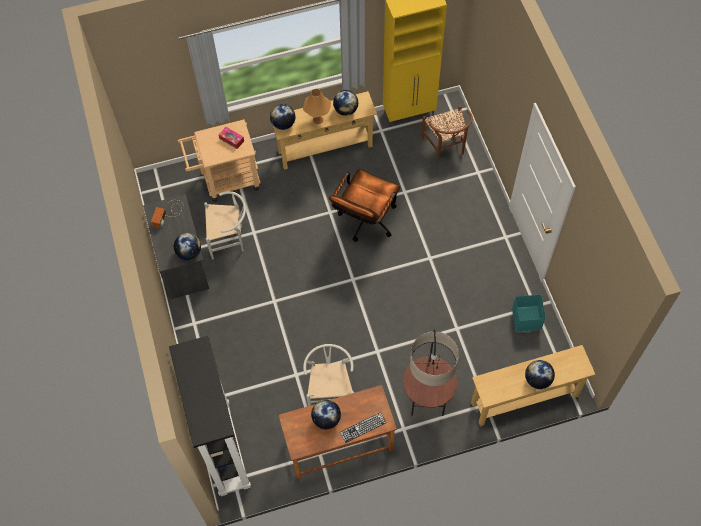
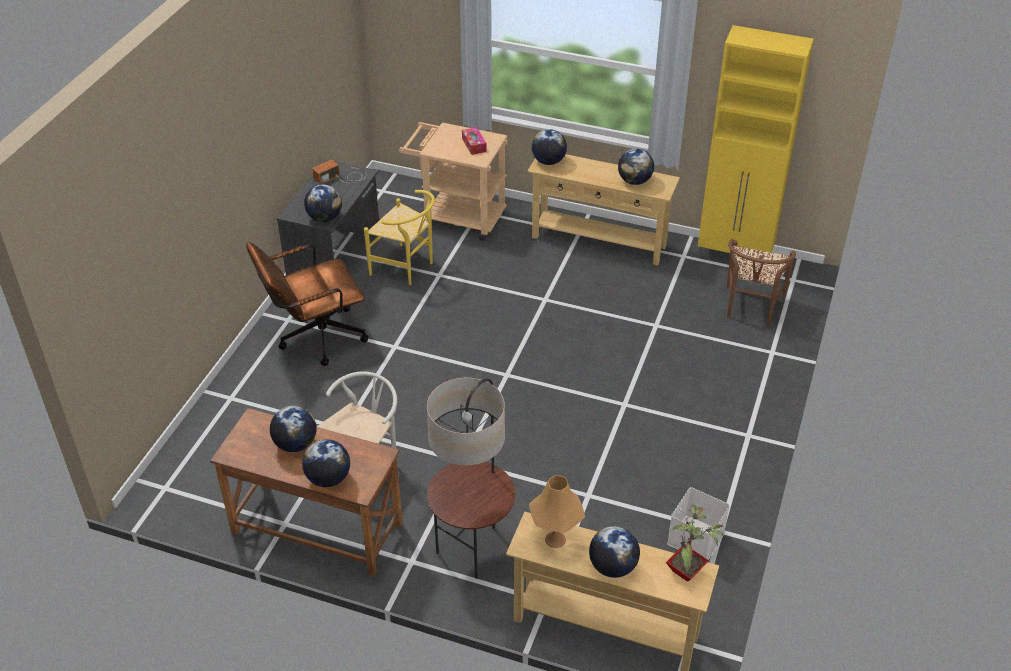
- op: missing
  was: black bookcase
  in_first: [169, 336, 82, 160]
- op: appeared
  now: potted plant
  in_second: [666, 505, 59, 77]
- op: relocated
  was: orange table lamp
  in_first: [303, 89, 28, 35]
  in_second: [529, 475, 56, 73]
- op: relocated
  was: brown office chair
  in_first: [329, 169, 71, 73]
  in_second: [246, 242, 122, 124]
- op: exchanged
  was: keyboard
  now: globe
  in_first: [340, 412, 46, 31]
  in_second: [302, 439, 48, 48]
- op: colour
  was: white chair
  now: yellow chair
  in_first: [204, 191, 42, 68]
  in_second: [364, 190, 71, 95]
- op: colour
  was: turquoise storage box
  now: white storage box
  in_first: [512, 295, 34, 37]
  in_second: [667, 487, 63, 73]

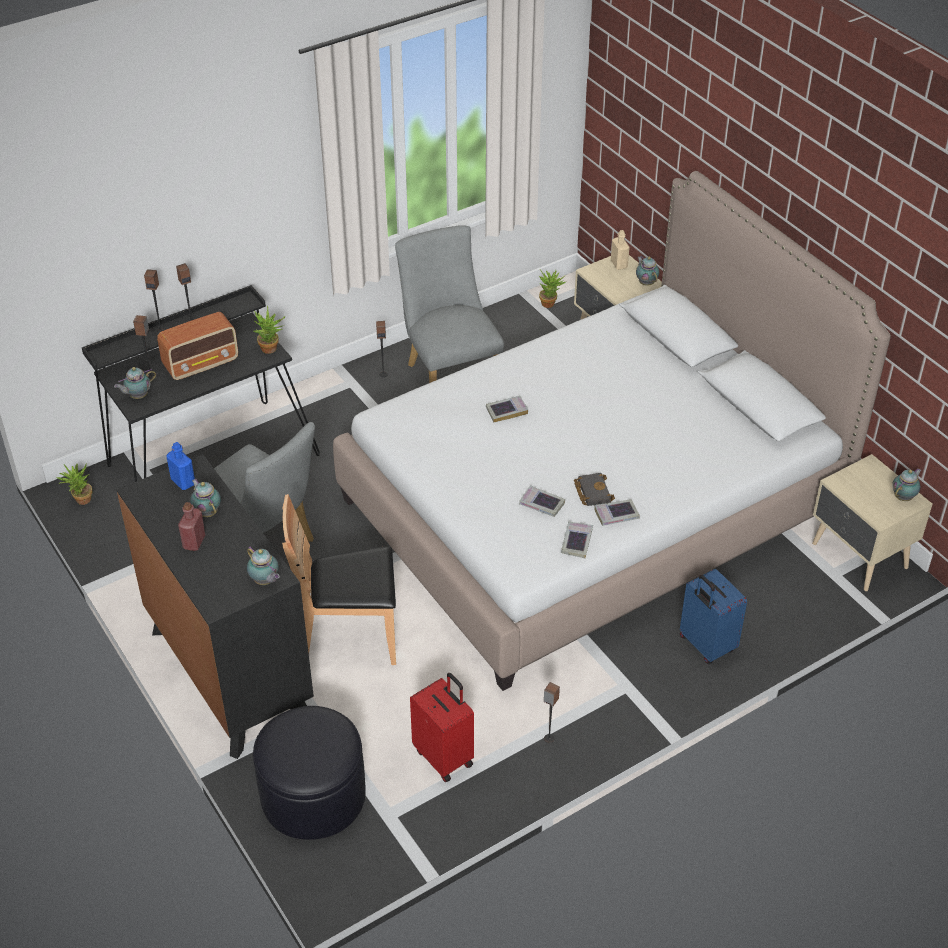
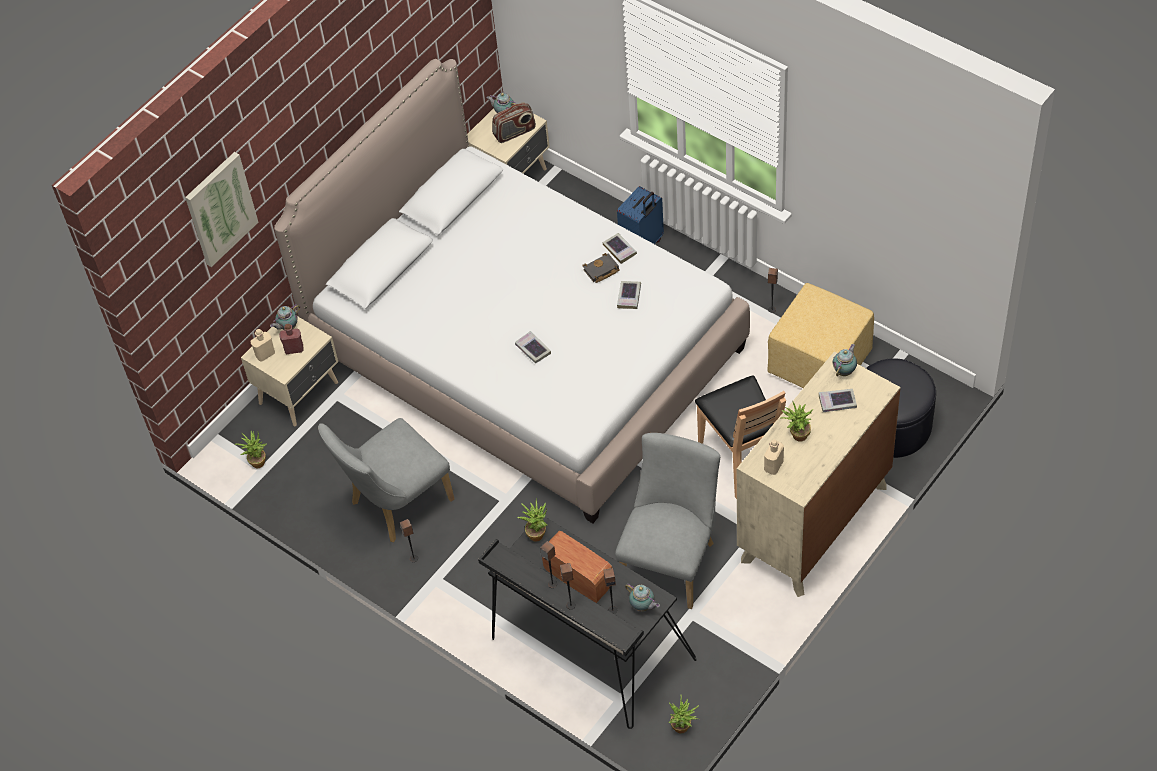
- op: appeared
  now: picture
  in_second: [185, 152, 74, 115]
- op: appeared
  now: radio
  in_second: [492, 102, 44, 41]
- op: relocated
  was: red bottle
  in_first: [178, 502, 27, 49]
  in_second: [279, 324, 25, 30]
- op: relocated
  was: book
  in_first: [561, 522, 32, 36]
  in_second: [819, 389, 38, 23]
- op: exchanged
  was: teapot
  now: potted plant
  in_first: [190, 478, 31, 39]
  in_second: [781, 400, 32, 42]
- op: exchanged
  was: red suitcase
  now: yellow ottoman
  in_first: [410, 673, 64, 109]
  in_second: [768, 283, 106, 105]
- op: colour
  was: black dresser
  now: beige dresser
  in_first: [117, 454, 197, 305]
  in_second: [737, 351, 164, 246]
- op: colour
  was: blue bottle
  now: beige bottle
  in_first: [166, 442, 29, 48]
  in_second: [764, 439, 20, 36]

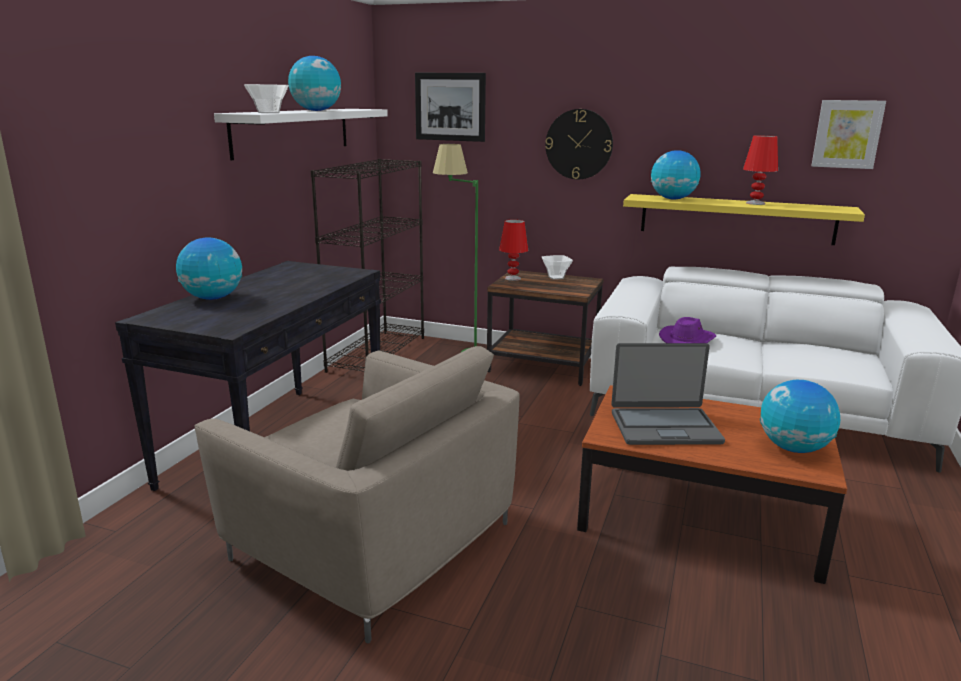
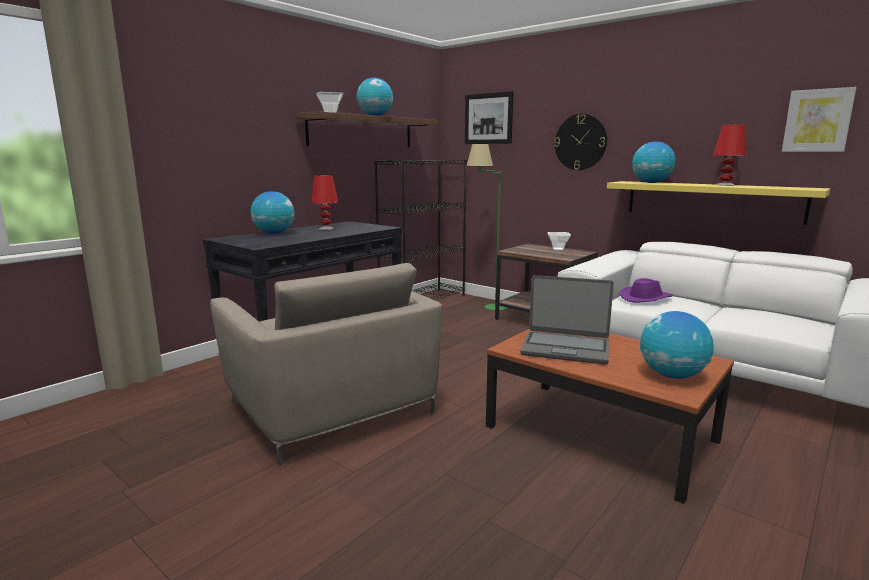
- op: relocated
  was: red table lamp
  in_first: [499, 219, 29, 62]
  in_second: [311, 175, 27, 55]
- op: colour
  was: white shelf
  now: brown shelf
  in_first: [214, 109, 174, 51]
  in_second: [295, 111, 143, 36]

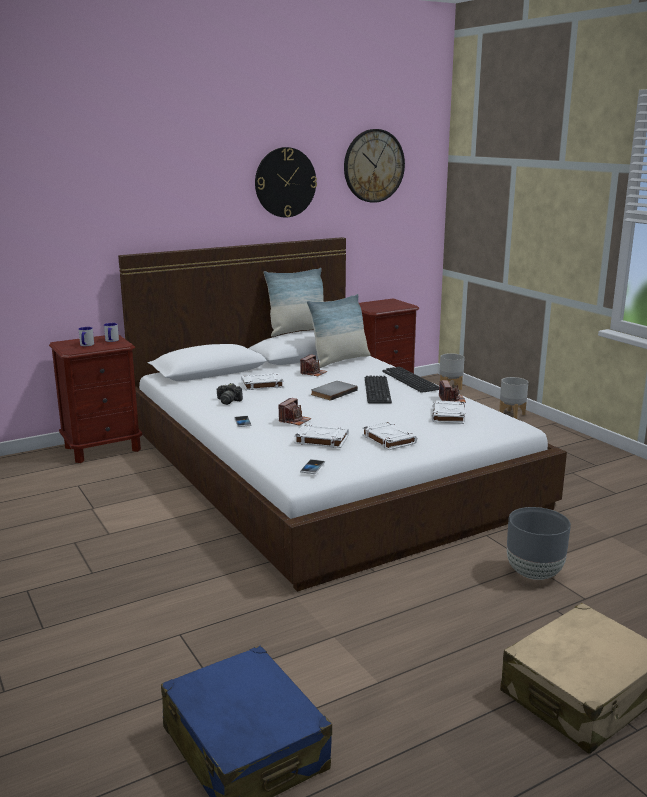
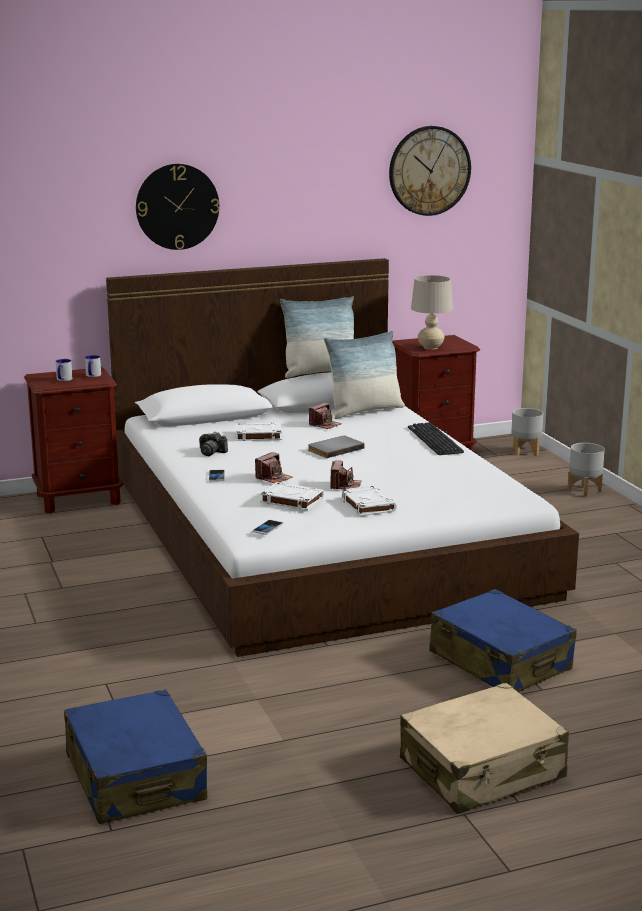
- op: missing
  was: keyboard
  in_first: [365, 376, 27, 27]
- op: missing
  was: white book
  in_first: [432, 400, 33, 24]
- op: appeared
  now: beige table lamp
  in_second: [411, 275, 42, 75]
- op: relocated
  was: wall clock
  in_first: [255, 147, 62, 71]
  in_second: [136, 164, 83, 86]
- op: relocated
  was: photo camera
  in_first: [439, 380, 27, 23]
  in_second: [331, 460, 30, 30]
- op: exchanged
  was: grey planter
  now: blue suitcase
  in_first: [507, 507, 64, 73]
  in_second: [429, 589, 148, 103]

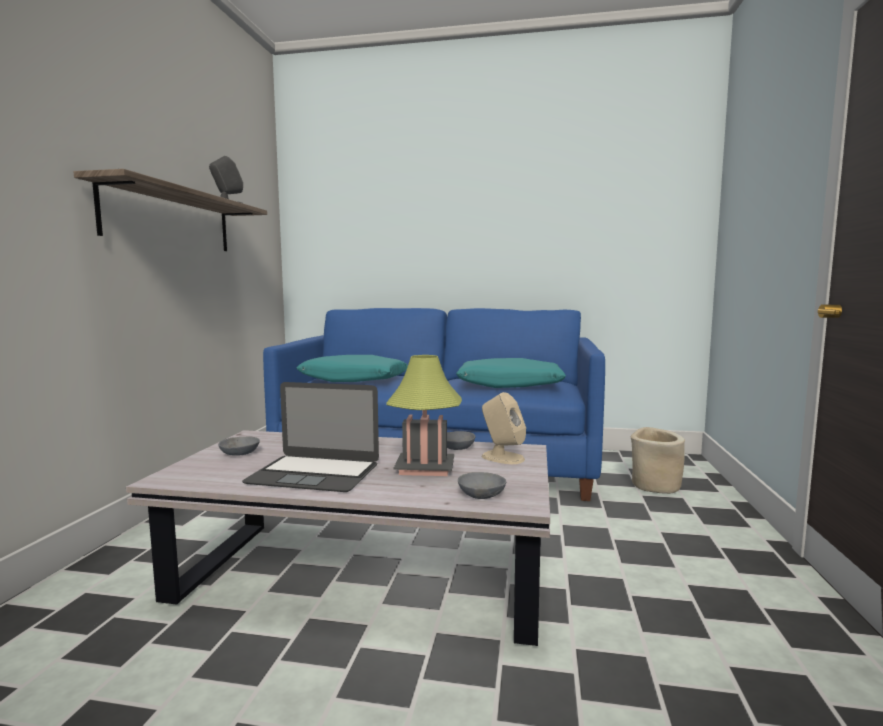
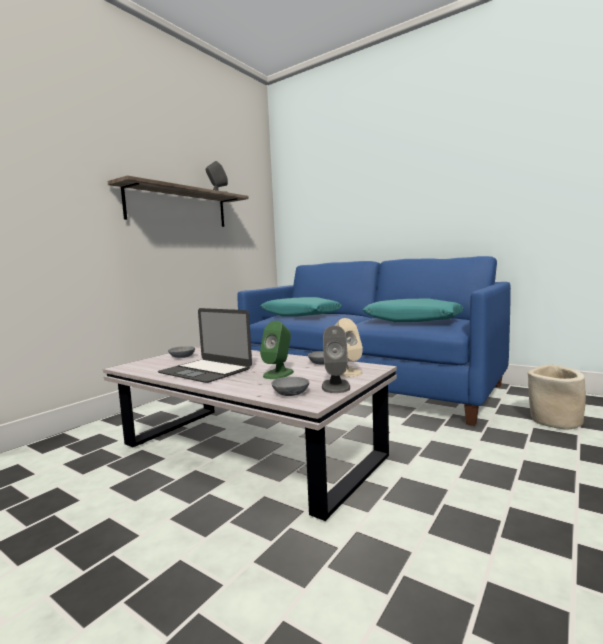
- op: appeared
  now: grey speaker
  in_second: [322, 326, 28, 67]
- op: exchanged
  was: table lamp
  now: green speaker
  in_first: [386, 355, 76, 121]
  in_second: [260, 321, 34, 58]

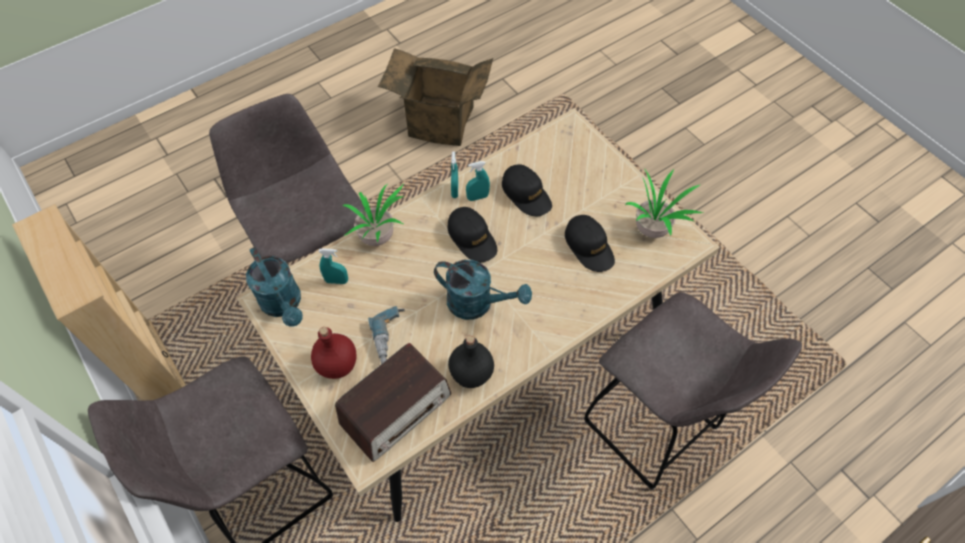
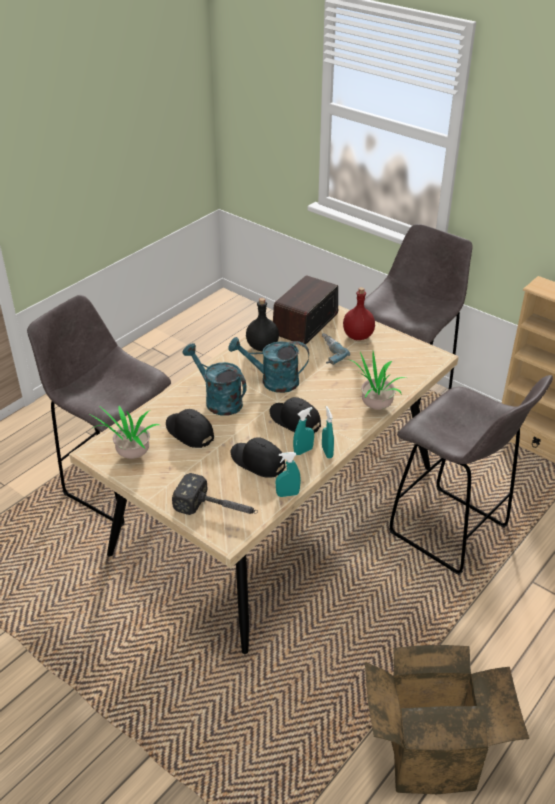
- op: appeared
  now: hammer
  in_second: [172, 473, 86, 42]
- op: relocated
  was: turquoise watering can
  in_first: [246, 247, 57, 80]
  in_second: [183, 343, 64, 73]
- op: relocated
  was: turquoise spray bottle
  in_first: [318, 248, 30, 36]
  in_second: [276, 452, 25, 45]

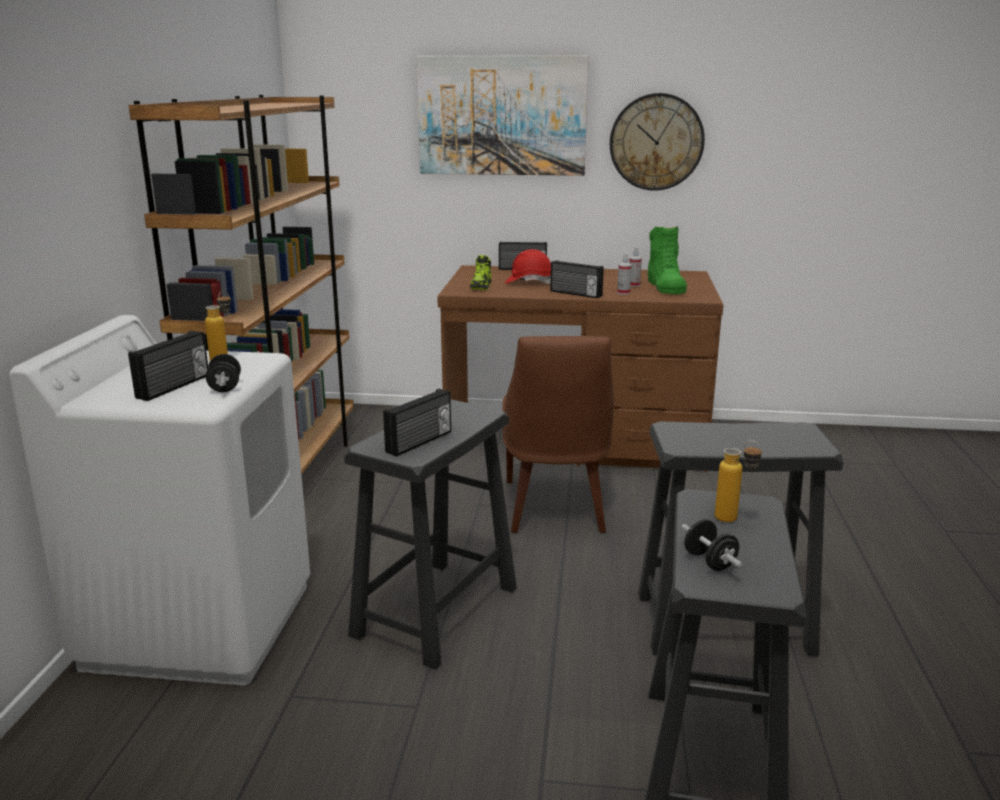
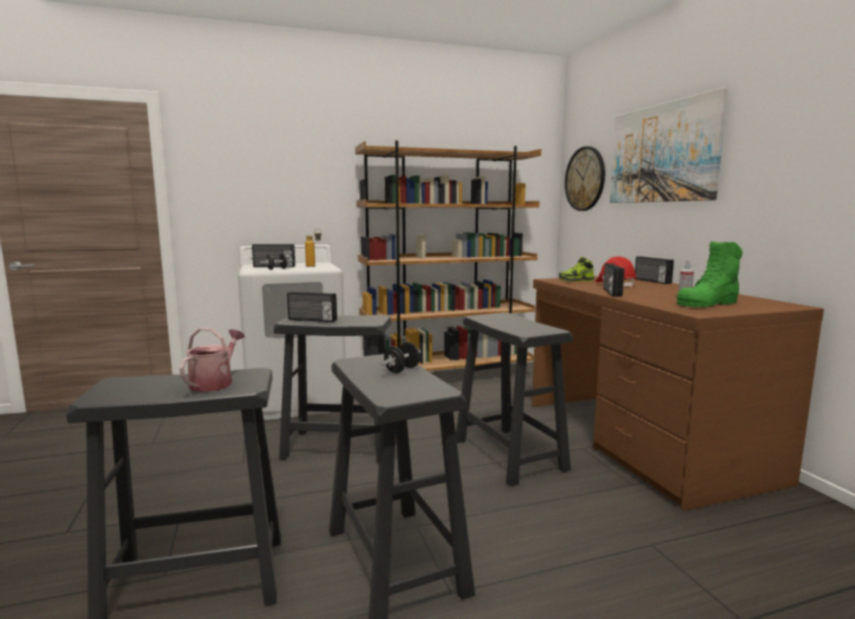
- op: missing
  was: spray bottle
  in_first: [617, 253, 15, 42]
- op: relocated
  was: wall clock
  in_first: [610, 93, 95, 98]
  in_second: [565, 146, 40, 65]
- op: relocated
  was: black dumbbell
  in_first: [682, 519, 61, 52]
  in_second: [380, 342, 41, 31]
- op: exchanged
  was: brown chair
  now: black stool
  in_first: [502, 336, 112, 197]
  in_second: [456, 313, 117, 173]
- op: exchanged
  was: bottle
  now: watering can
  in_first: [715, 441, 48, 81]
  in_second: [179, 328, 66, 64]

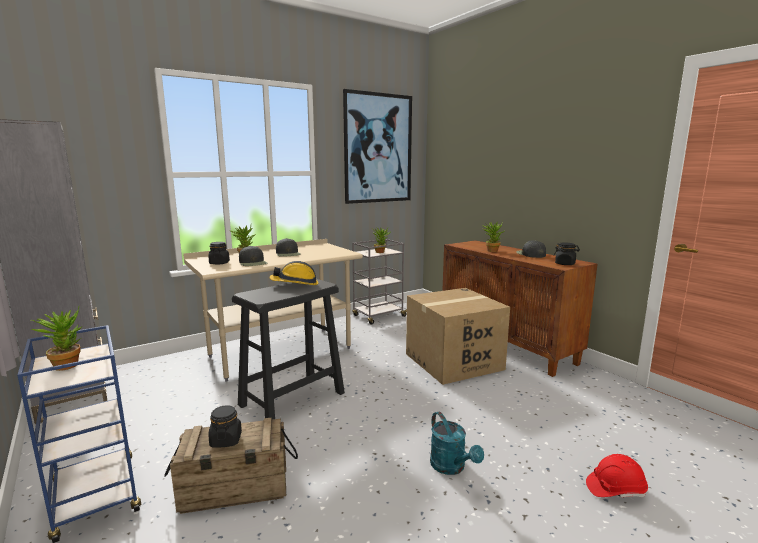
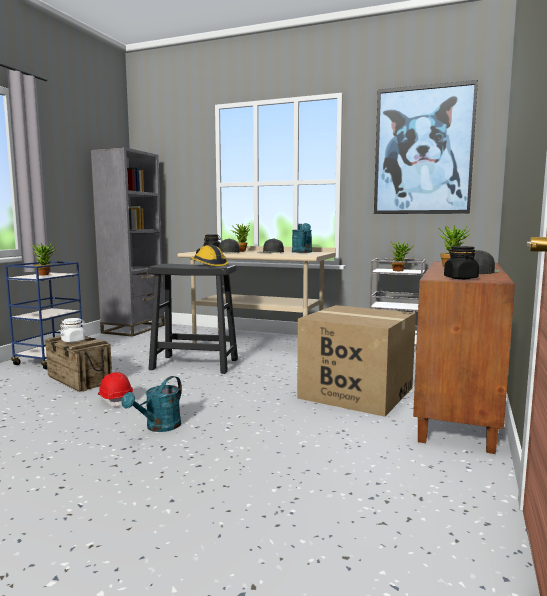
- op: appeared
  now: turquoise watering can
  in_second: [292, 223, 20, 30]
- op: relocated
  was: red hard hat
  in_first: [586, 454, 62, 44]
  in_second: [98, 372, 35, 35]
- op: colour
  was: black jar
  now: white jar
  in_first: [208, 405, 34, 43]
  in_second: [60, 318, 25, 24]

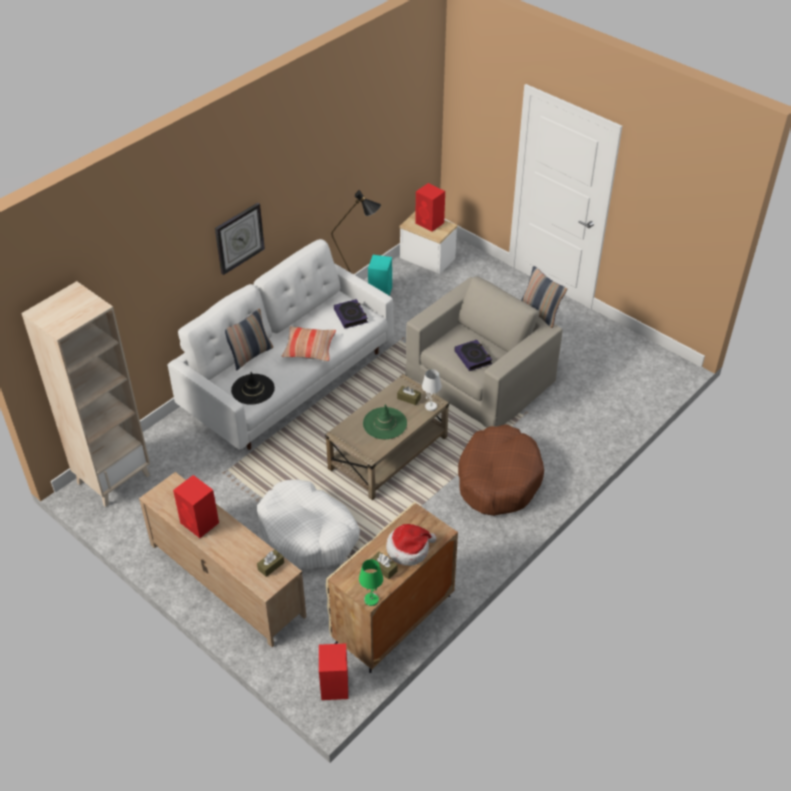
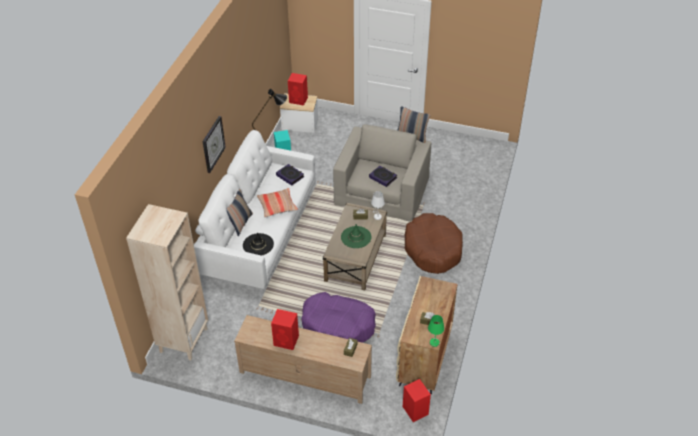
- op: missing
  was: hat
  in_first: [386, 524, 51, 42]
- op: colour
  was: white dog bed
  now: purple dog bed
  in_first: [257, 480, 103, 89]
  in_second: [301, 292, 75, 51]

